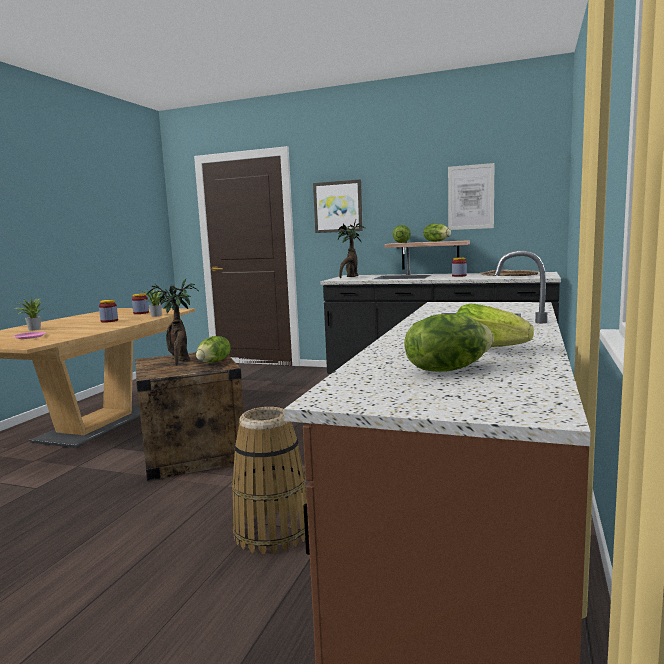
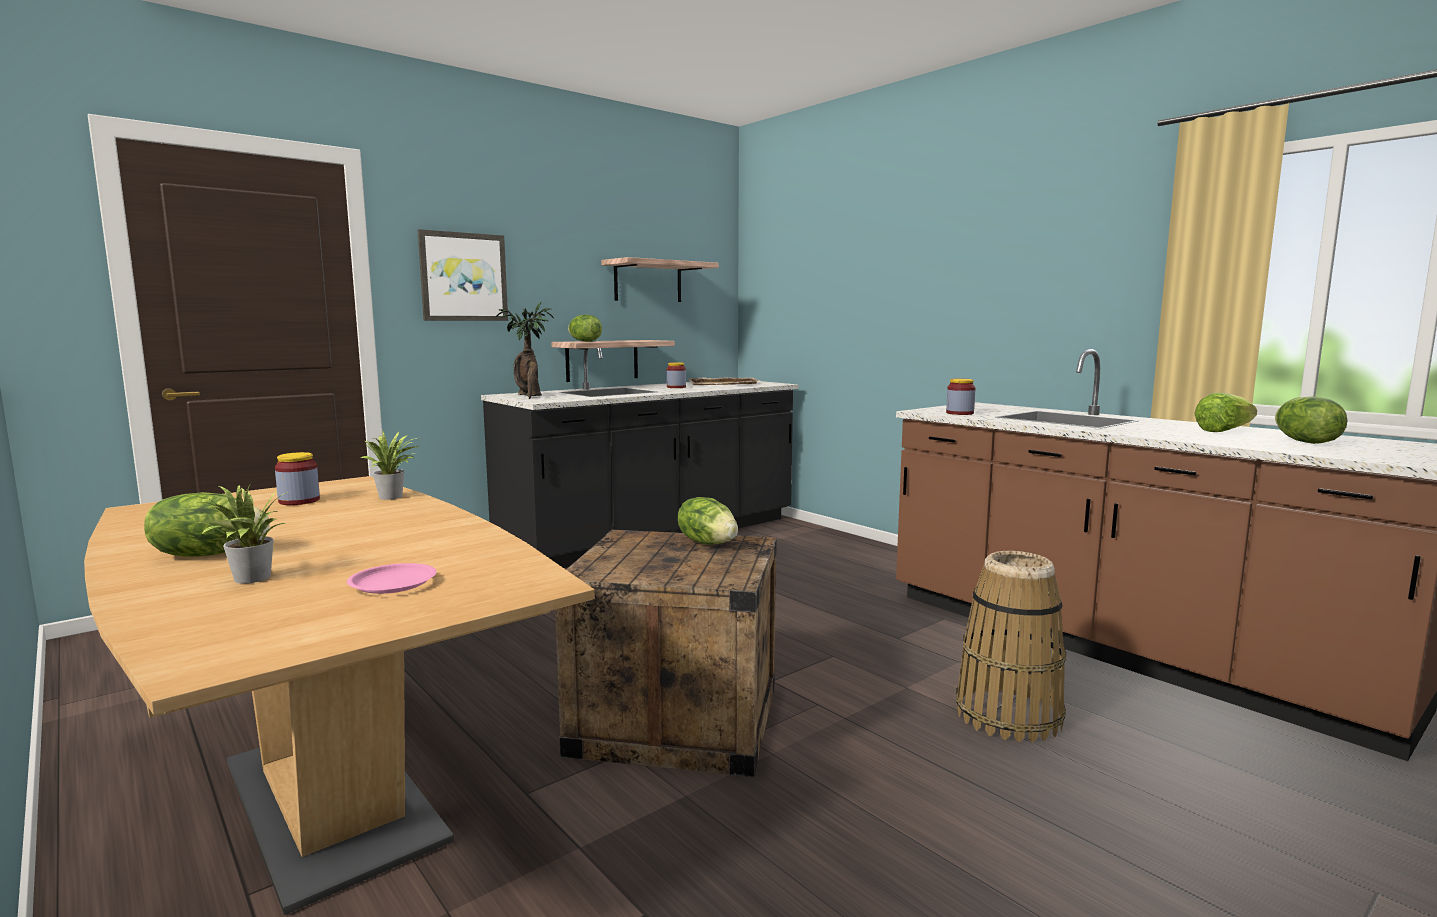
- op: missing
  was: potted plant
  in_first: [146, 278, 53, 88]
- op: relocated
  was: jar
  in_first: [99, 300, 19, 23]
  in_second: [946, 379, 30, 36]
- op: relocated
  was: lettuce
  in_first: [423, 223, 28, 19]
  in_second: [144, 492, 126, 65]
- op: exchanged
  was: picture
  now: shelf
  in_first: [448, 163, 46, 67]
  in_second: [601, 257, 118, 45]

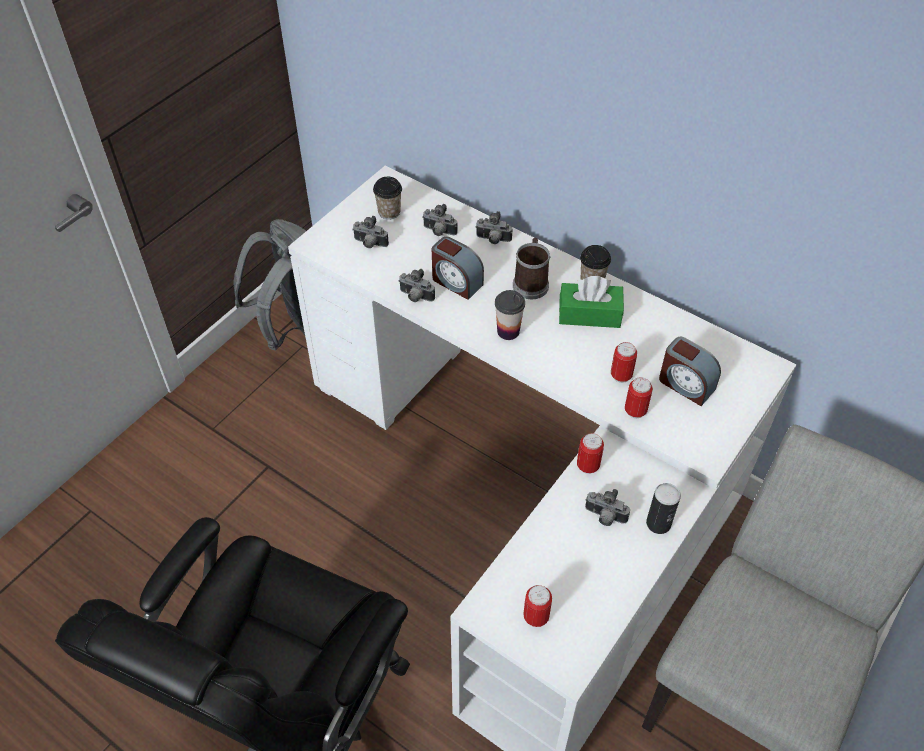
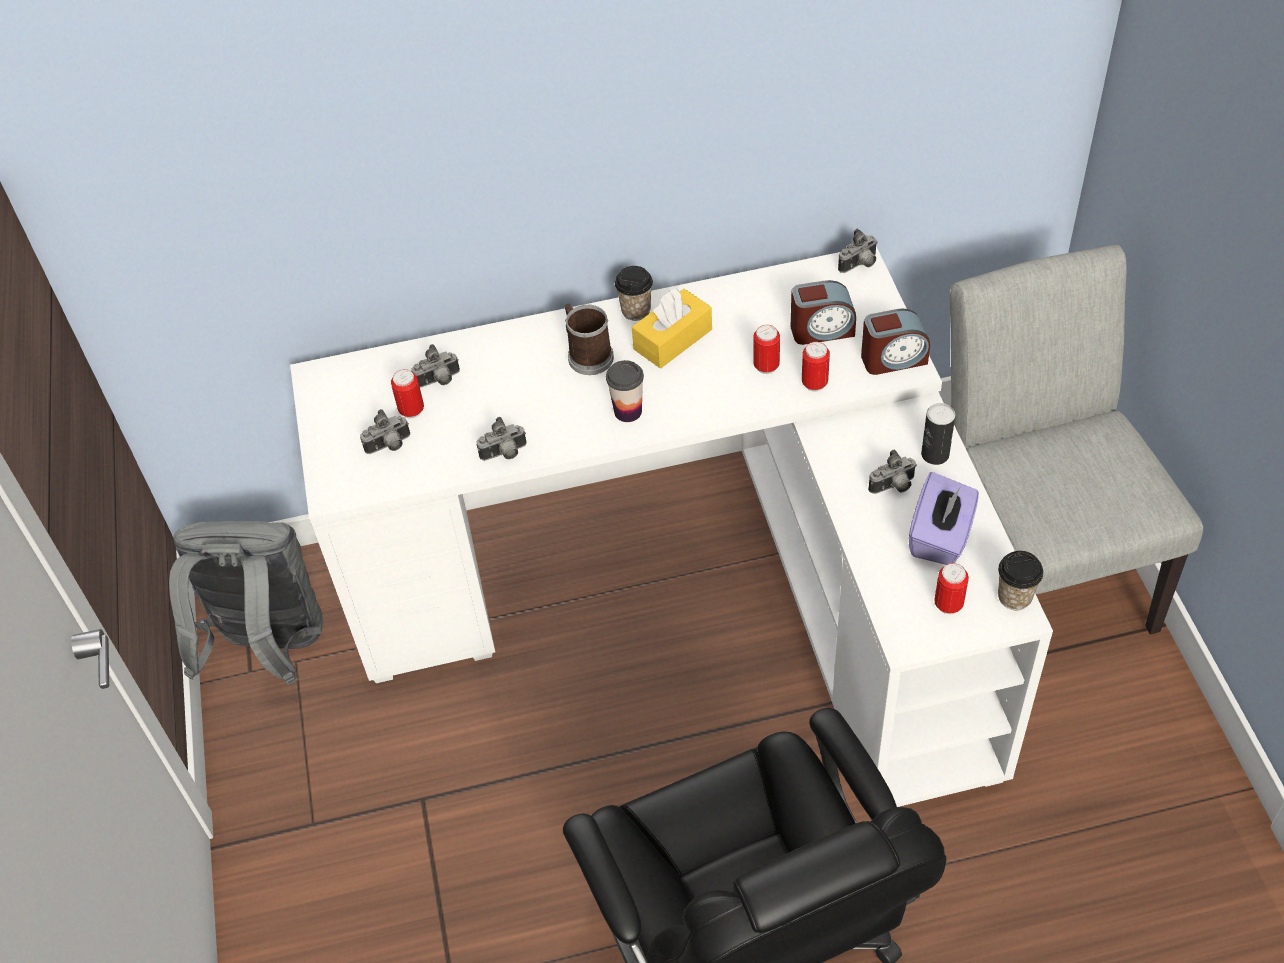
- op: appeared
  now: purple tissue box
  in_second: [909, 472, 70, 93]
- op: relocated
  was: cup
  in_first: [373, 177, 29, 42]
  in_second: [998, 551, 45, 59]
- op: relocated
  was: alarm clock
  in_first: [432, 237, 52, 63]
  in_second: [861, 308, 69, 67]
- op: relocated
  was: photo camera
  in_first: [476, 211, 36, 33]
  in_second: [838, 229, 40, 44]
- op: relocated
  was: can
  in_first: [577, 433, 27, 41]
  in_second: [391, 369, 33, 49]
- op: colour
  was: green tissue box
  now: yellow tissue box
  in_first: [559, 276, 65, 52]
  in_second: [632, 289, 80, 80]

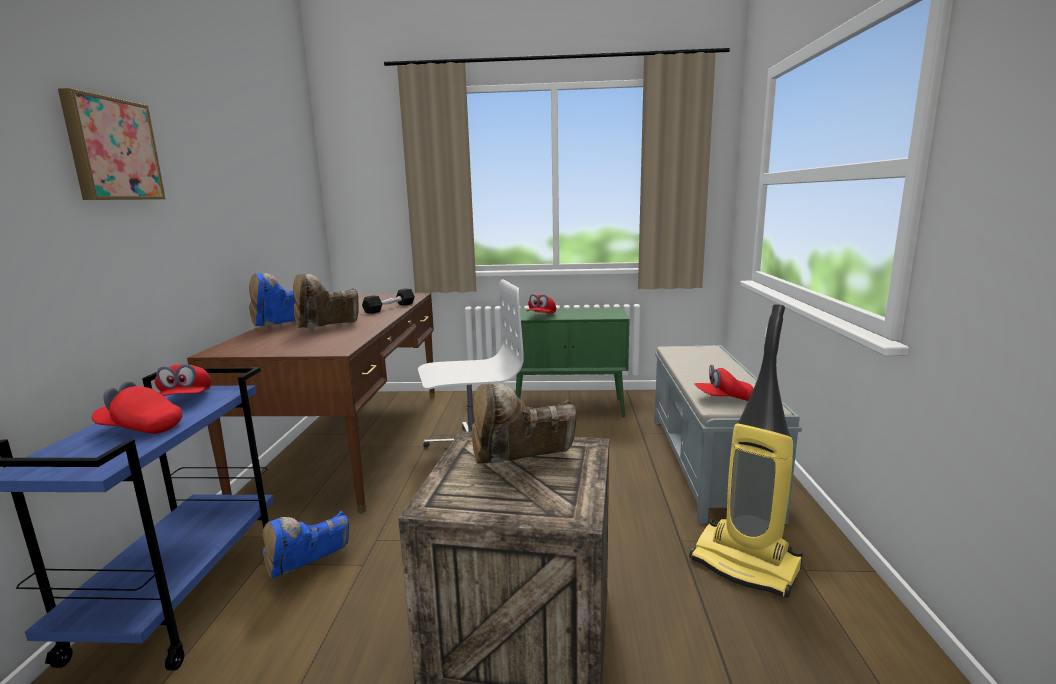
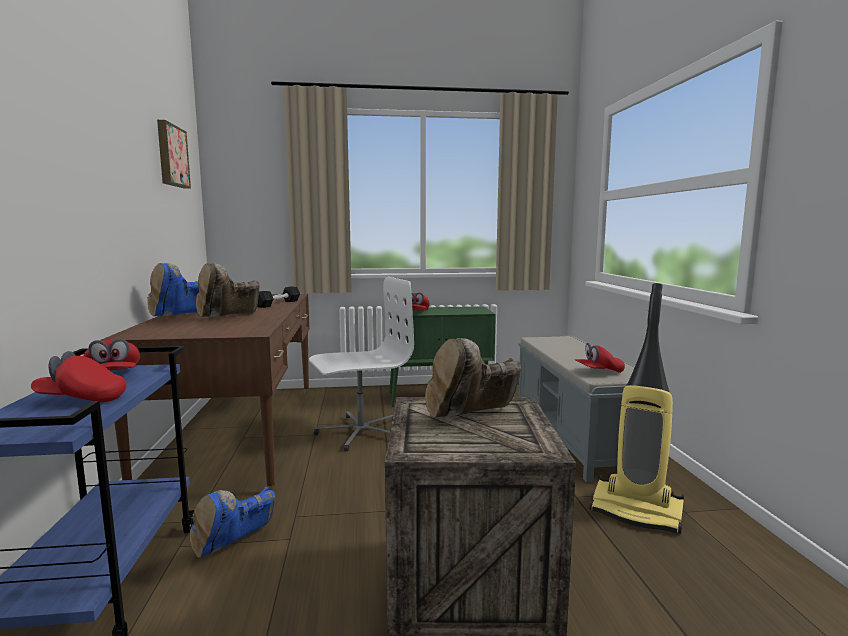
- op: relocated
  was: picture
  in_first: [58, 88, 108, 112]
  in_second: [157, 120, 34, 68]

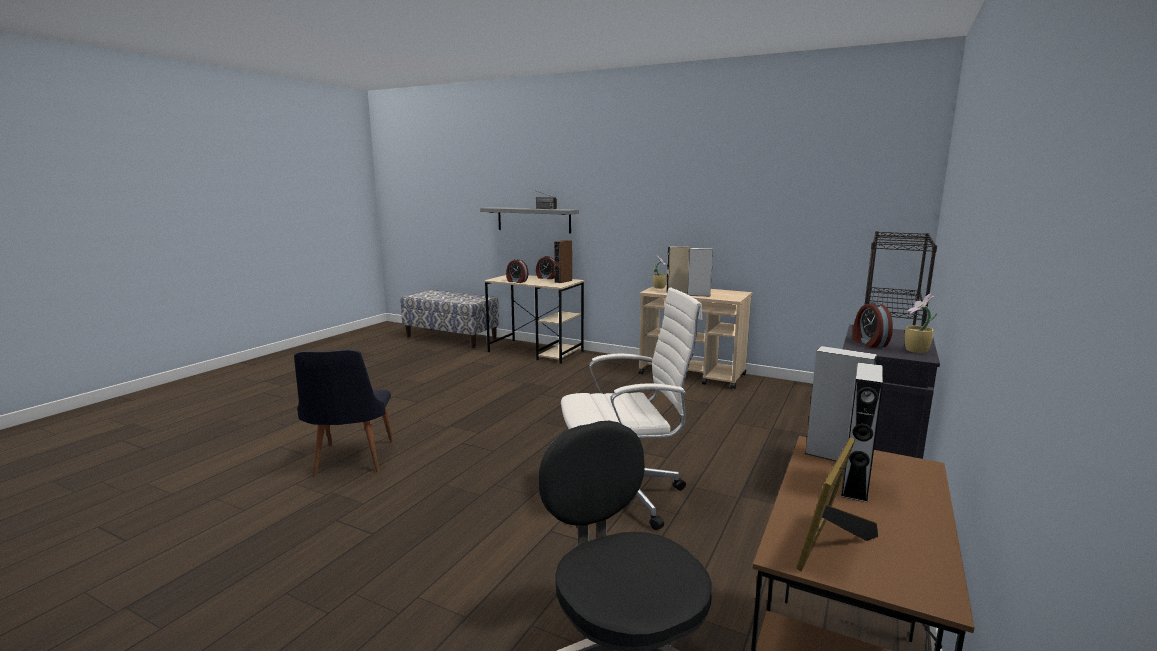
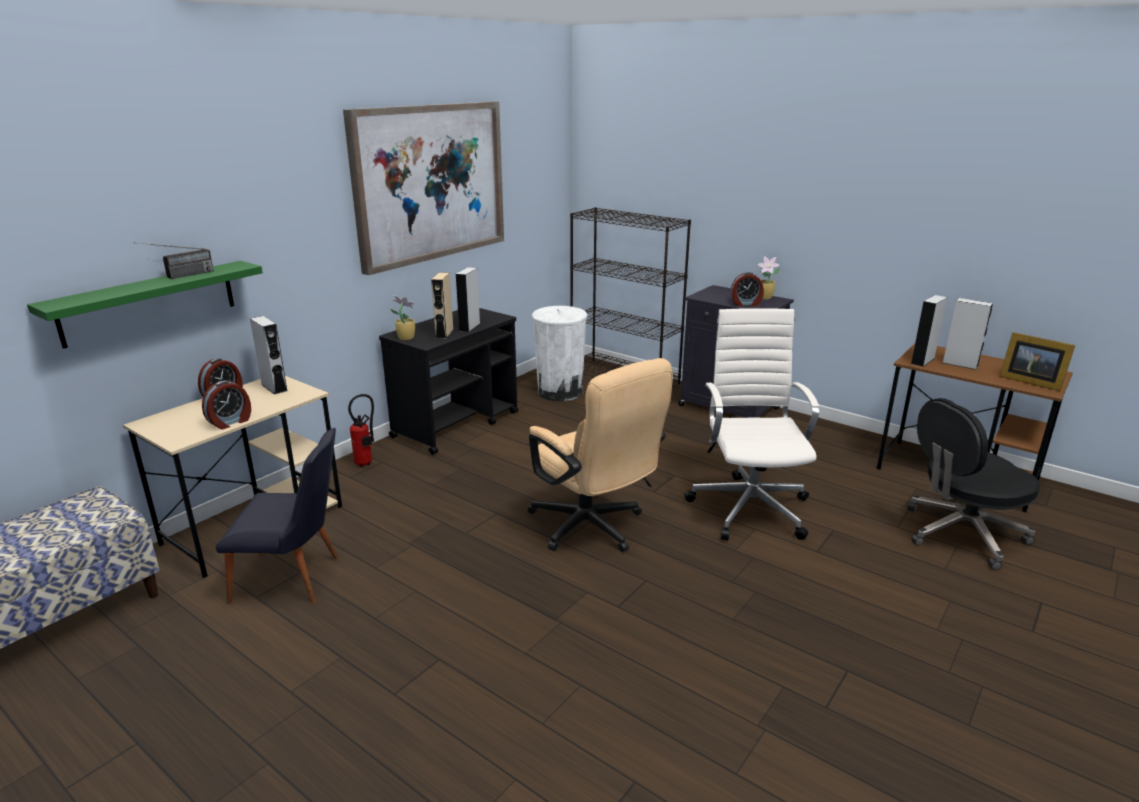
- op: appeared
  now: picture
  in_second: [343, 102, 161, 173]
- op: appeared
  now: fire extinguisher
  in_second: [348, 394, 26, 73]
- op: appeared
  now: beige office chair
  in_second: [527, 358, 146, 194]
- op: appeared
  now: white trash can
  in_second: [532, 306, 56, 95]
- op: relocated
  was: black chair
  in_first: [294, 349, 99, 127]
  in_second: [216, 428, 122, 176]
- op: colour
  was: grey shelf
  now: green shelf
  in_first: [480, 207, 99, 27]
  in_second: [27, 261, 236, 88]
- op: colour
  was: brown speaker
  now: grey speaker
  in_first: [554, 240, 18, 43]
  in_second: [250, 316, 37, 79]
- op: colour
  was: beige cart
  now: black cart
  in_first: [638, 285, 114, 105]
  in_second: [379, 308, 139, 147]

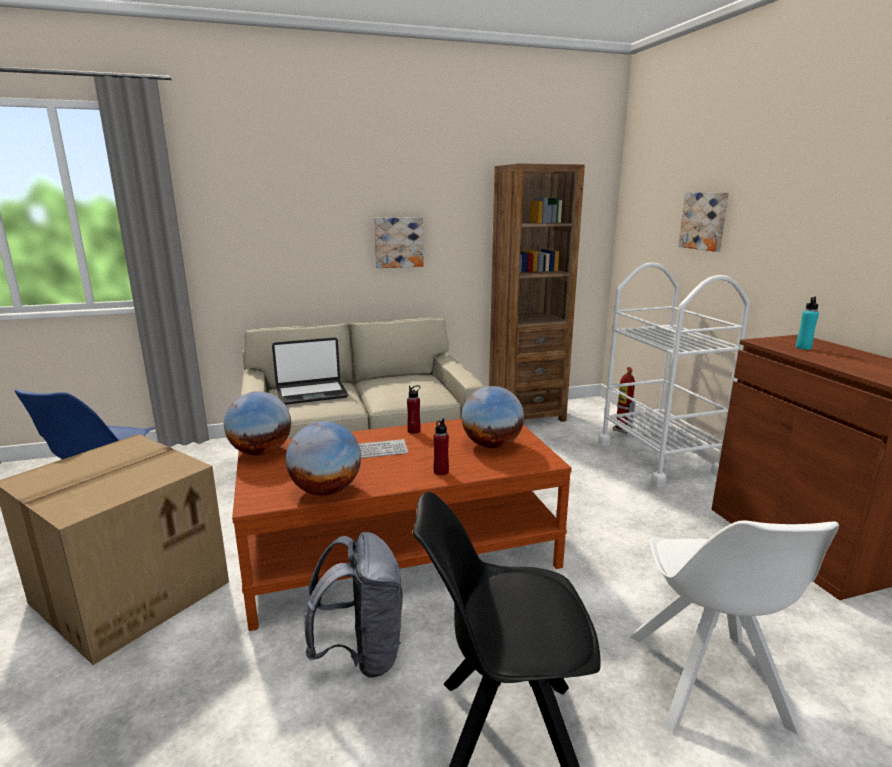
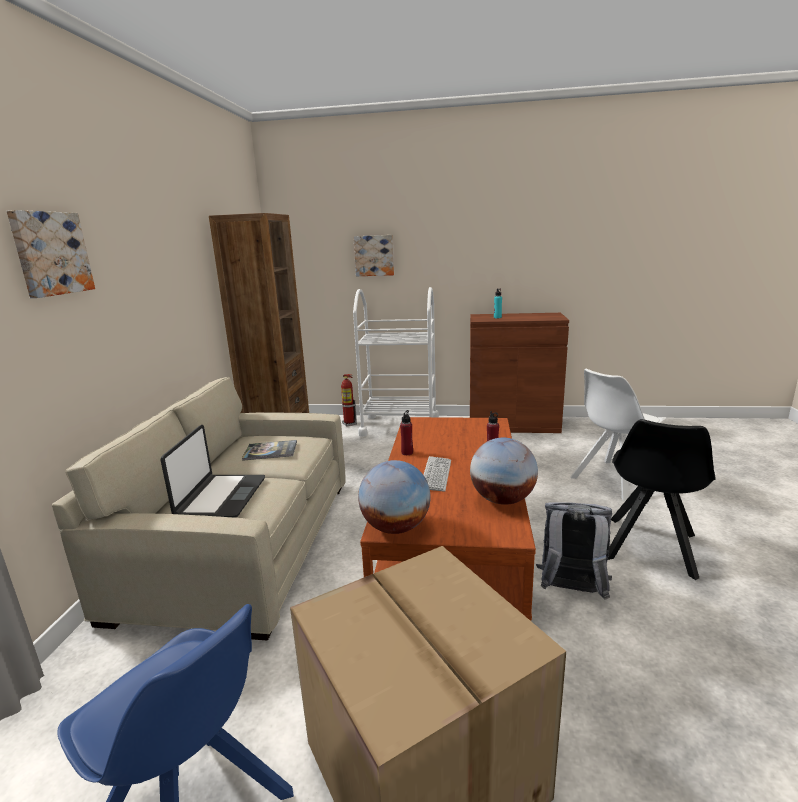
- op: missing
  was: globe
  in_first: [462, 386, 62, 62]
- op: appeared
  now: book
  in_second: [242, 440, 55, 21]
- op: relocated
  was: picture
  in_first: [374, 217, 50, 51]
  in_second: [7, 210, 88, 88]
- op: spun
  was: white chair
  in_first: [630, 520, 209, 215]
  in_second: [571, 369, 95, 132]
  clockwise: 120

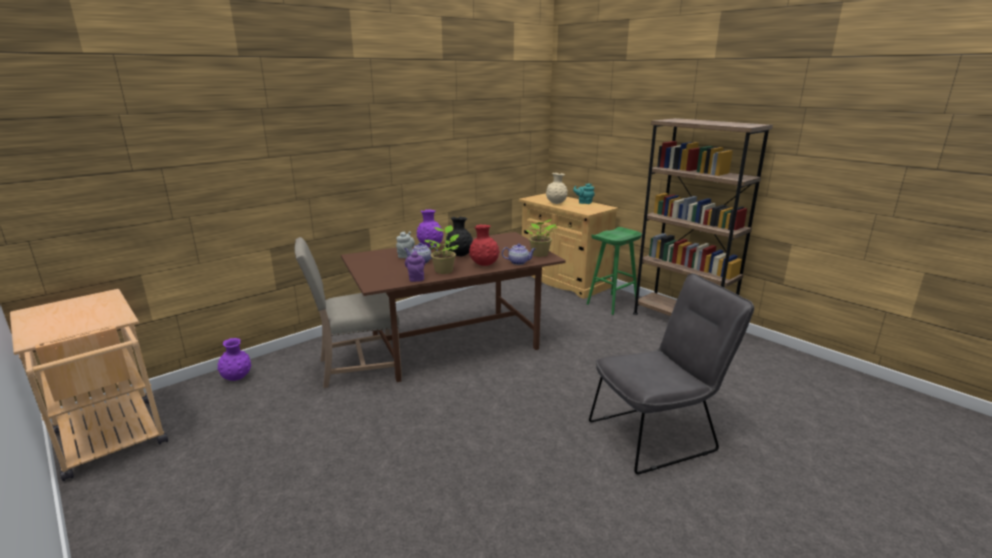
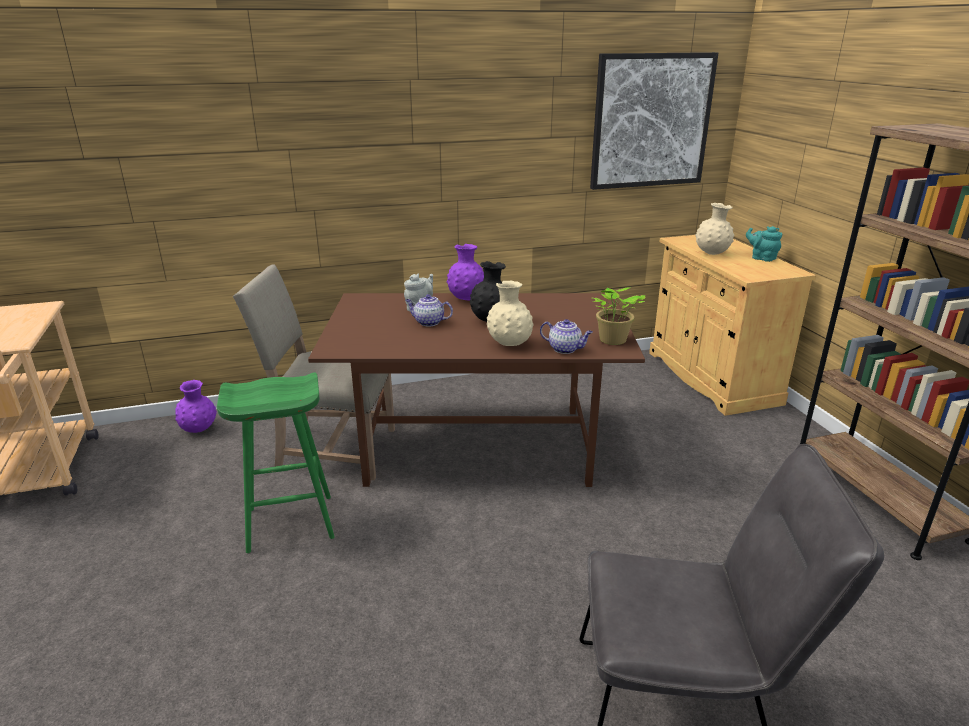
- op: missing
  was: purple teapot
  in_first: [405, 251, 20, 31]
- op: missing
  was: potted plant
  in_first: [425, 225, 34, 49]
- op: appeared
  now: picture
  in_second: [590, 52, 128, 138]
- op: relocated
  was: green stool
  in_first: [587, 227, 55, 88]
  in_second: [217, 372, 118, 181]
- op: colour
  was: red vase
  now: beige vase
  in_first: [469, 225, 30, 41]
  in_second: [487, 281, 47, 65]

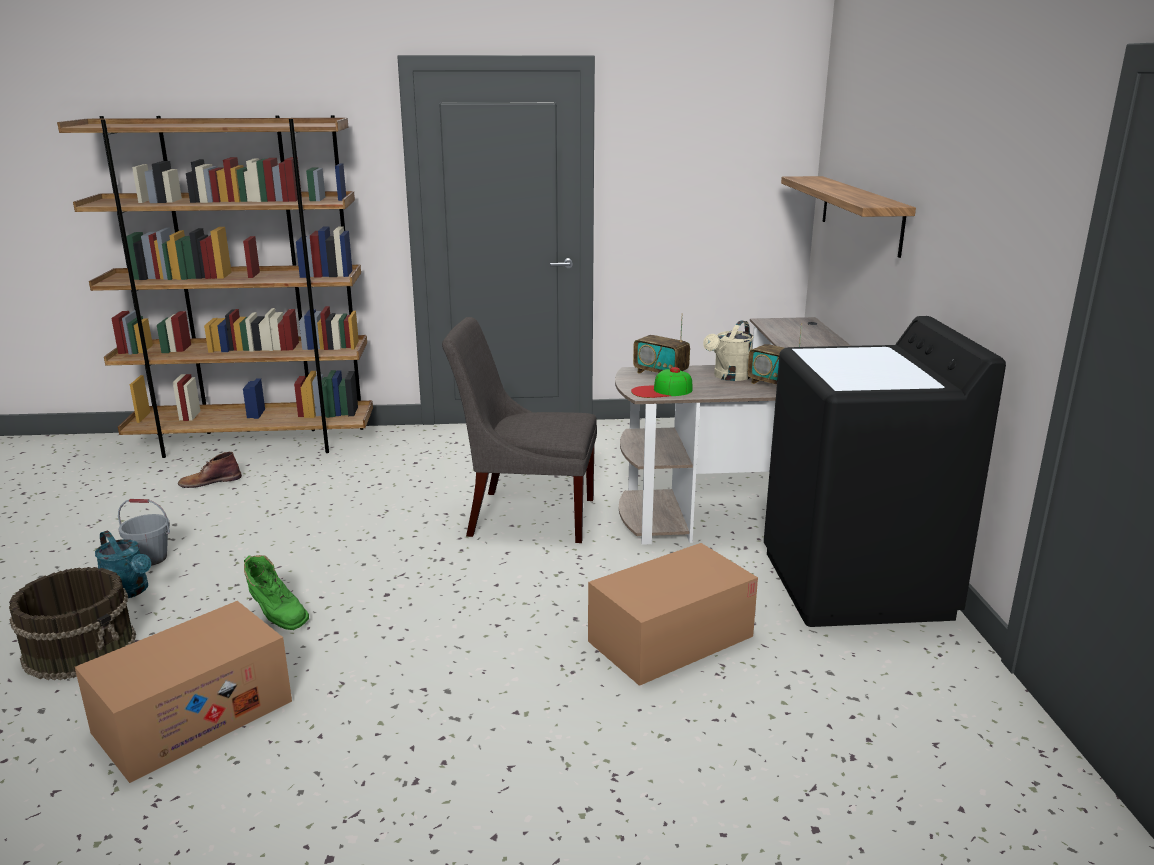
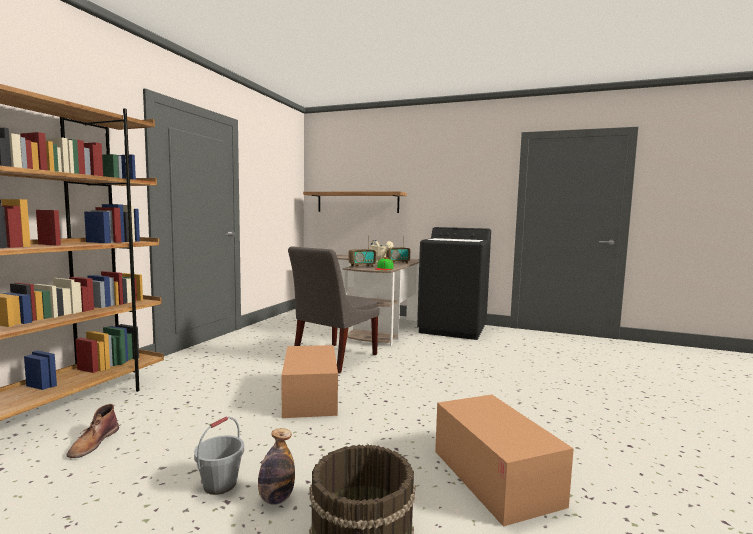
- op: missing
  was: green boot
  in_first: [244, 555, 65, 75]
- op: relocated
  was: cardboard box
  in_first: [588, 543, 170, 143]
  in_second: [282, 345, 56, 73]
- op: exchanged
  was: turquoise watering can
  now: bottle
  in_first: [95, 530, 56, 68]
  in_second: [258, 428, 37, 77]

